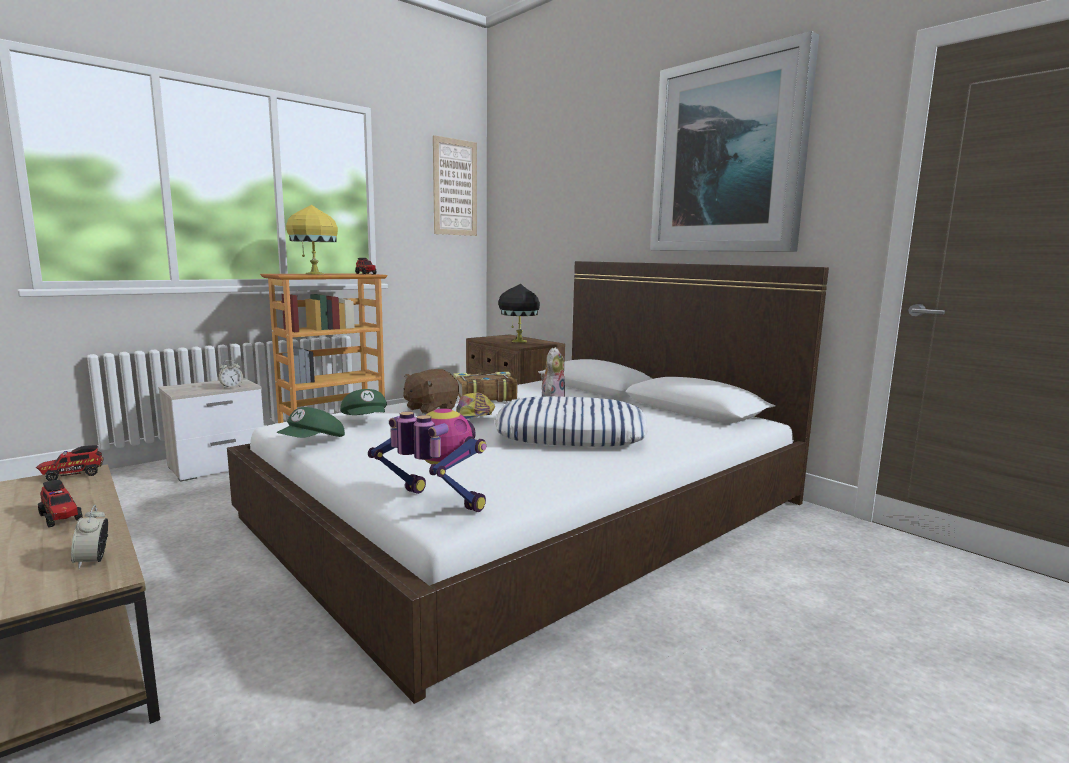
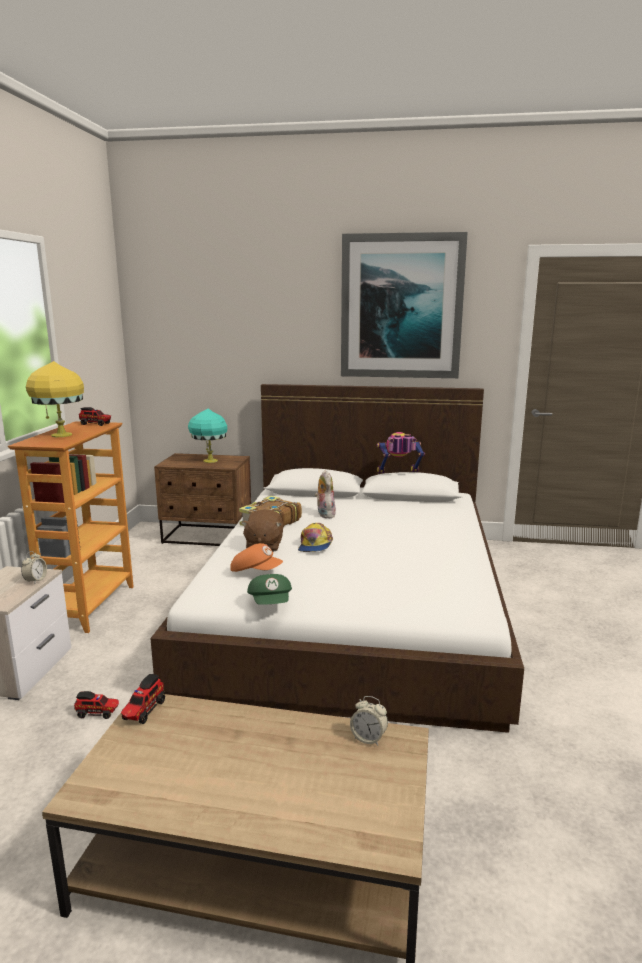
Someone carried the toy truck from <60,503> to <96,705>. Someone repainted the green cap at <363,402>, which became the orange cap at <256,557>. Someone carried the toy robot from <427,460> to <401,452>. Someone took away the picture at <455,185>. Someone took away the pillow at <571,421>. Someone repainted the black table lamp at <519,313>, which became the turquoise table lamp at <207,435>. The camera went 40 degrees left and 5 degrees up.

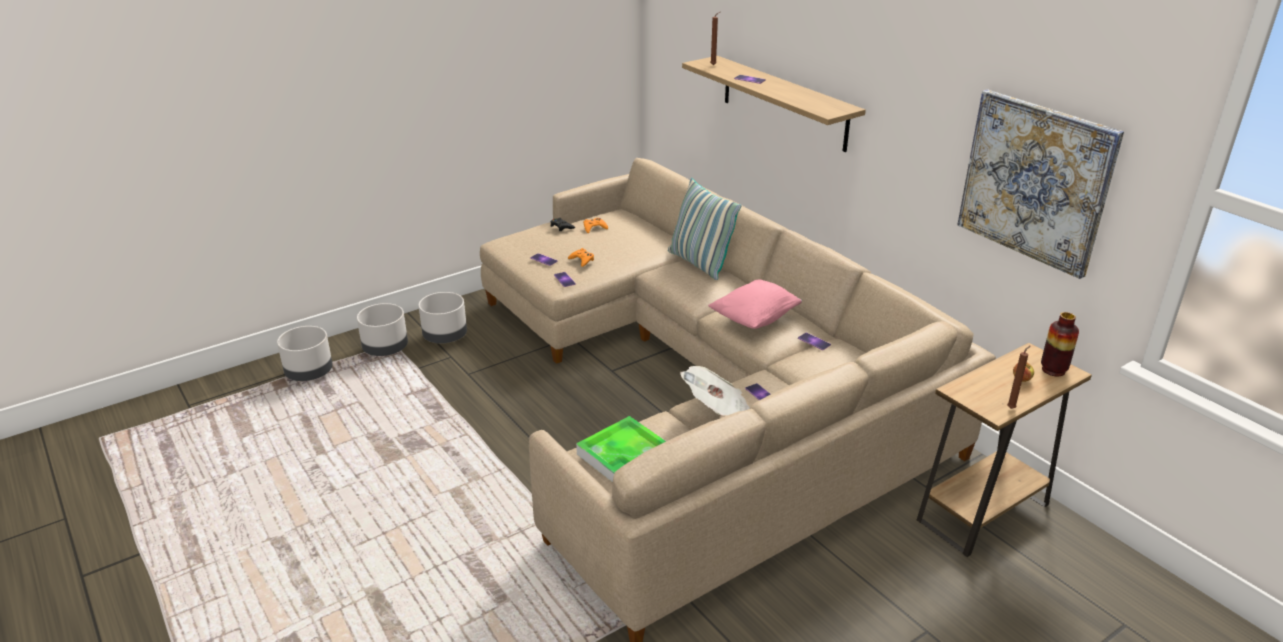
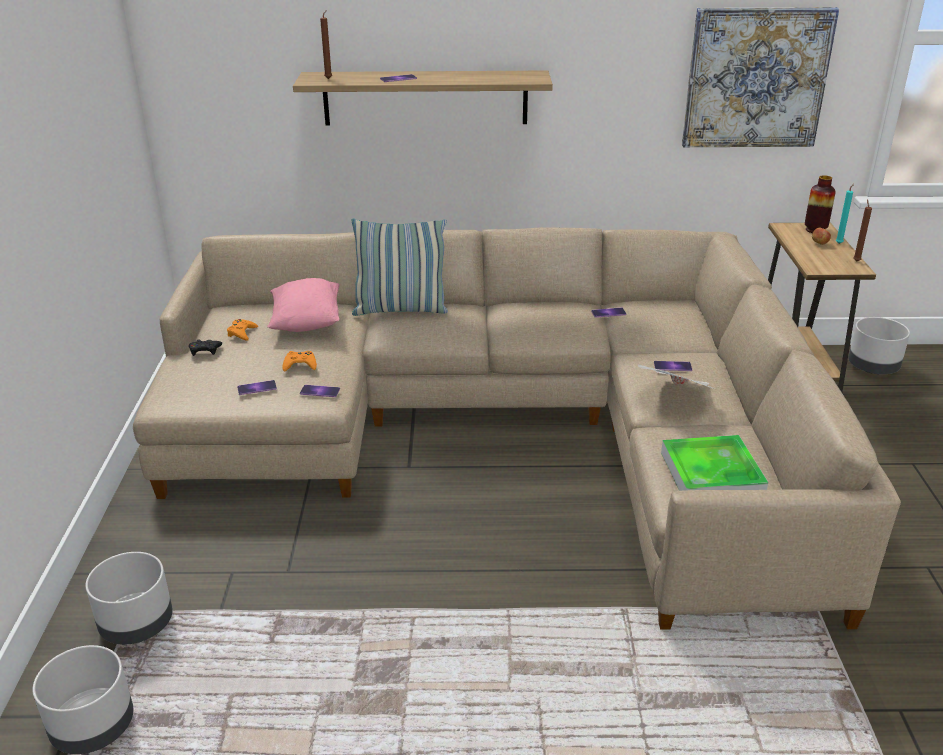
Someone carried the grey planter from <442,317> to <879,345>. Someone carried the pink pillow from <755,304> to <303,305>. Someone put down the turquoise candle at <845,214>. The camera went 55 degrees left and 0 degrees up.

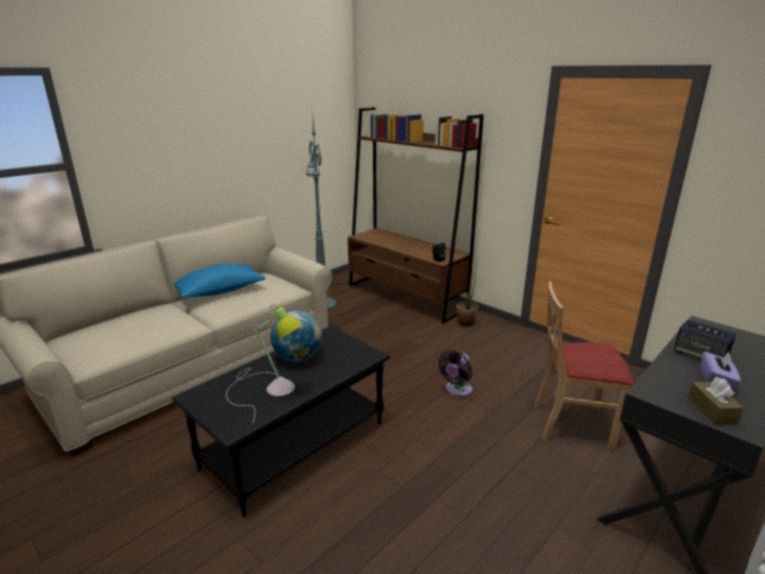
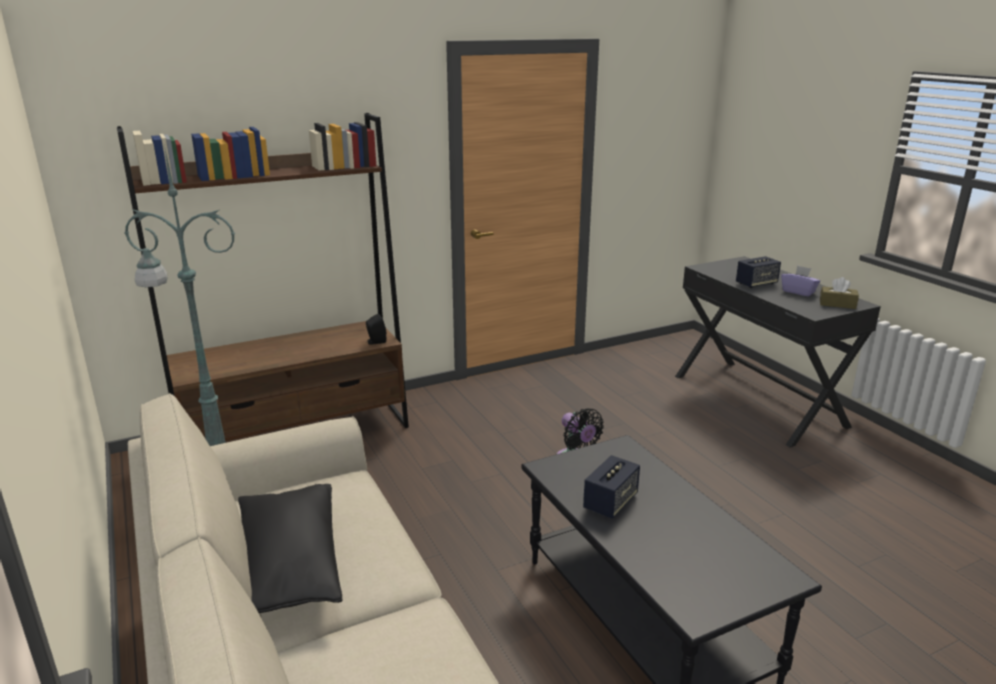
Someone repainted the blue pillow at <219,281>, which became the black pillow at <290,548>. Someone took away the table lamp at <264,363>. Someone swapped the globe at <296,336> for the speaker at <611,487>. Someone took away the potted plant at <467,294>. Someone took away the beige chair at <584,365>. The camera went 70 degrees left and 0 degrees up.

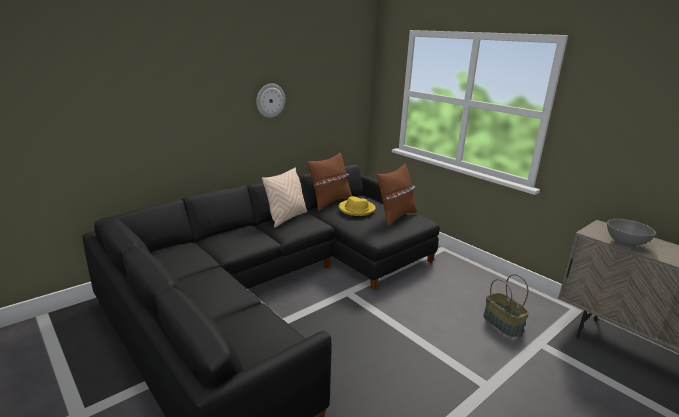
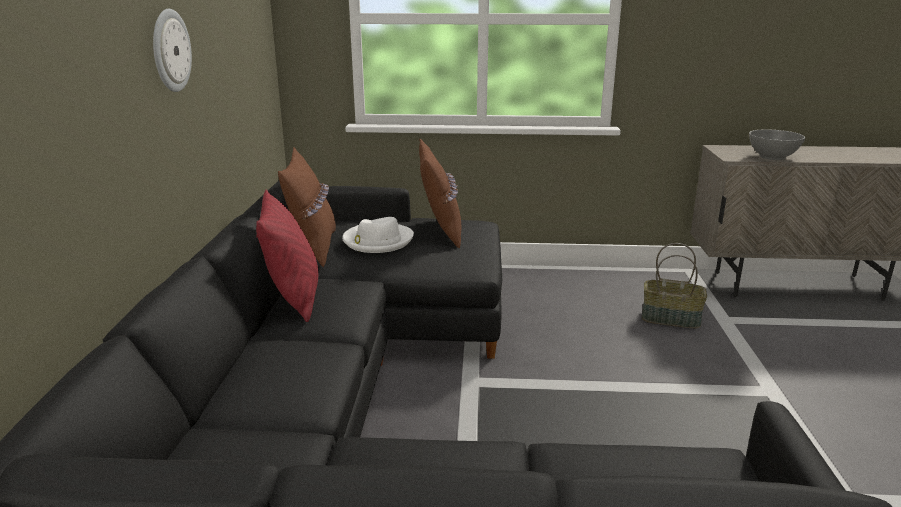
Someone repainted the beige pillow at <284,197>, which became the red pillow at <287,255>. Someone repainted the yellow hat at <357,206>, which became the white hat at <378,235>. The camera went 45 degrees left and 0 degrees up.

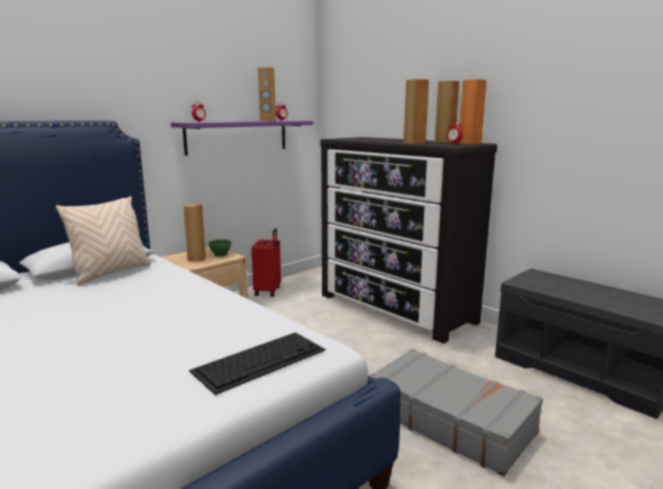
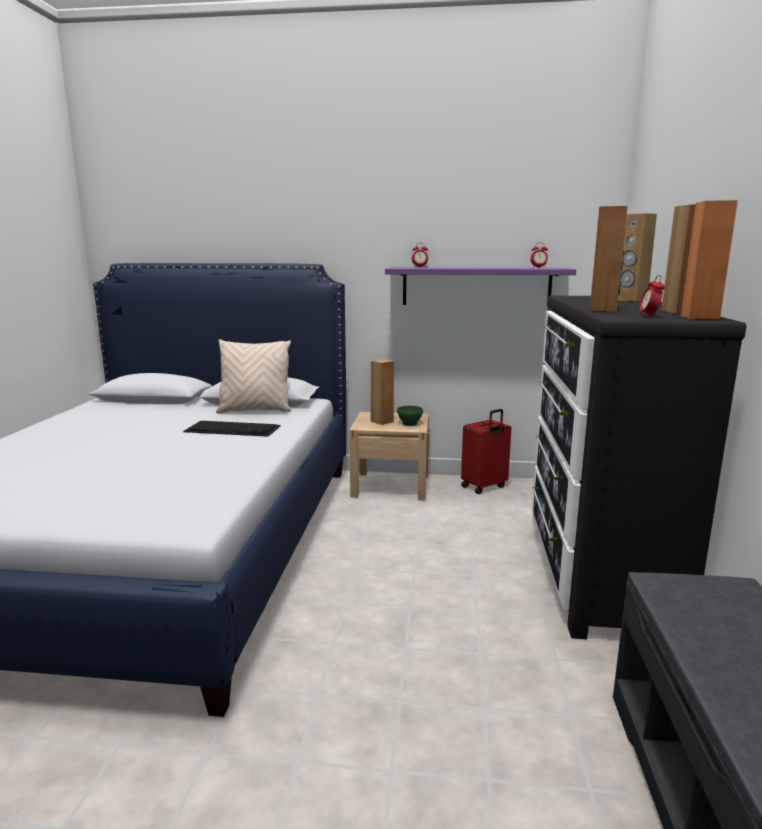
Someone carried the keyboard from <257,363> to <232,429>. Someone carried the brown speaker from <267,94> to <637,257>. Someone took away the grey suitcase at <456,412>. The camera went 50 degrees right and 0 degrees up.

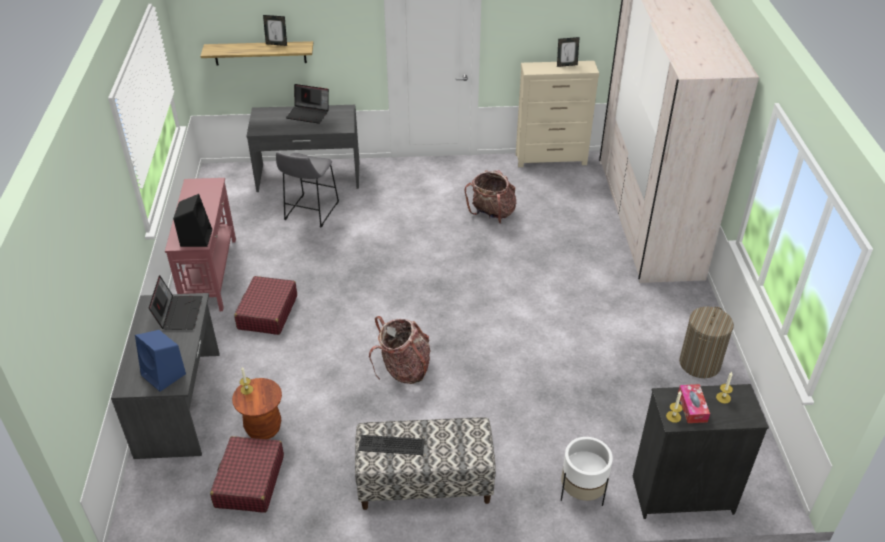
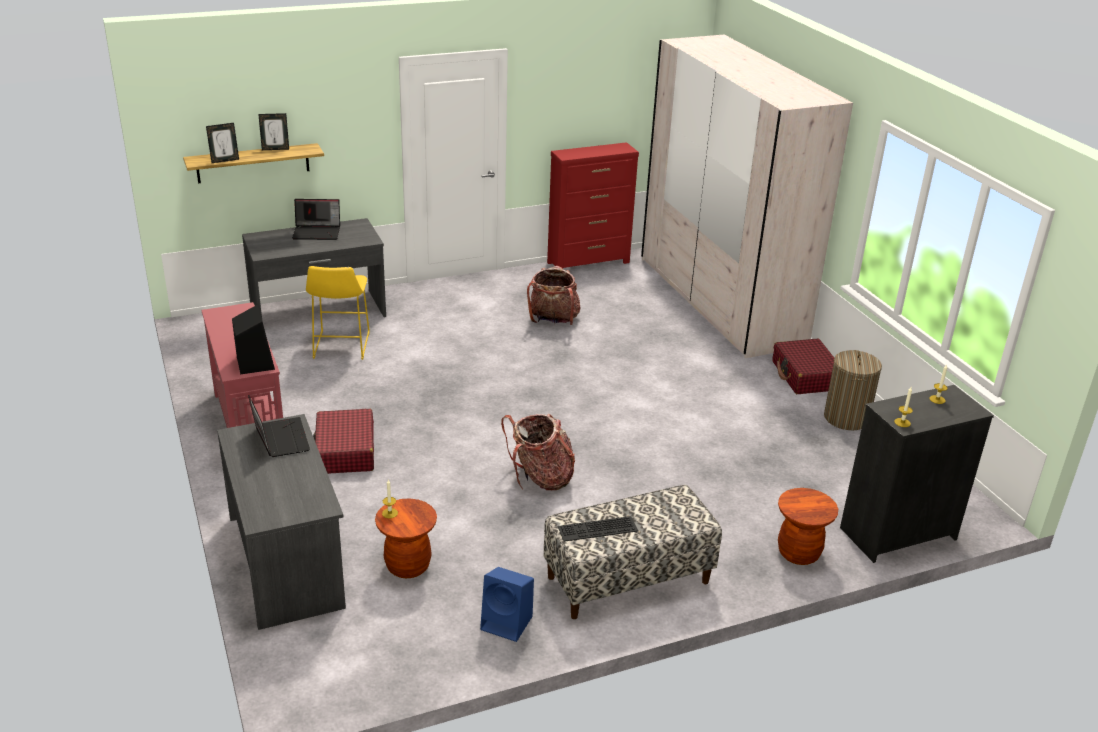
Someone carried the blue speaker from <160,361> to <507,604>. Someone carried the red suitcase from <247,474> to <803,366>. Someone repainted the grey stool at <307,190>, which became the yellow stool at <338,313>. Someone repainted the beige dresser at <557,114>, which became the red dresser at <593,205>. Someone carried the picture frame from <568,52> to <222,143>. Someone swapped the white planter at <587,471> for the brown stool at <808,526>. Someone took away the tissue box at <694,403>. The camera went 20 degrees left and 10 degrees down.

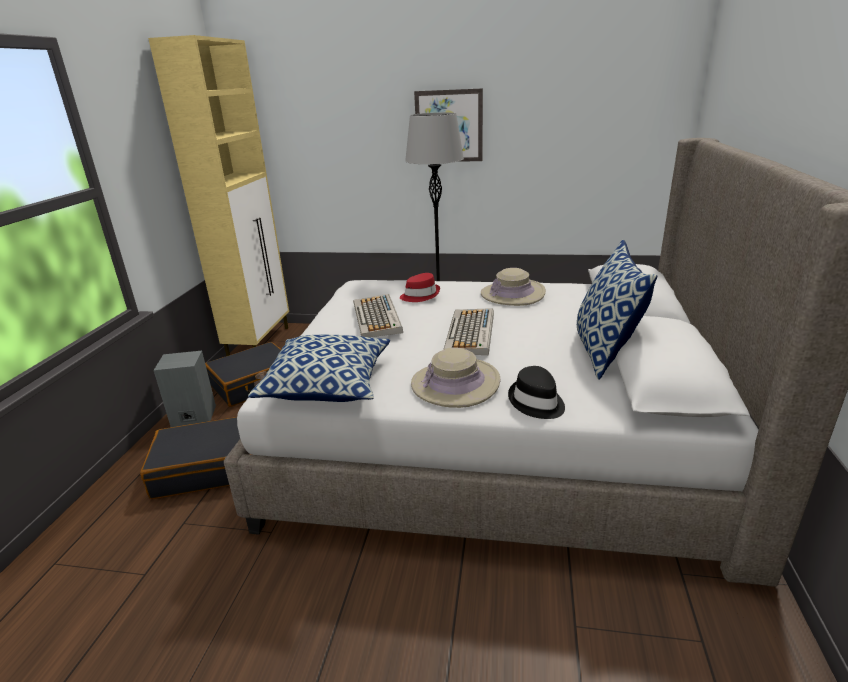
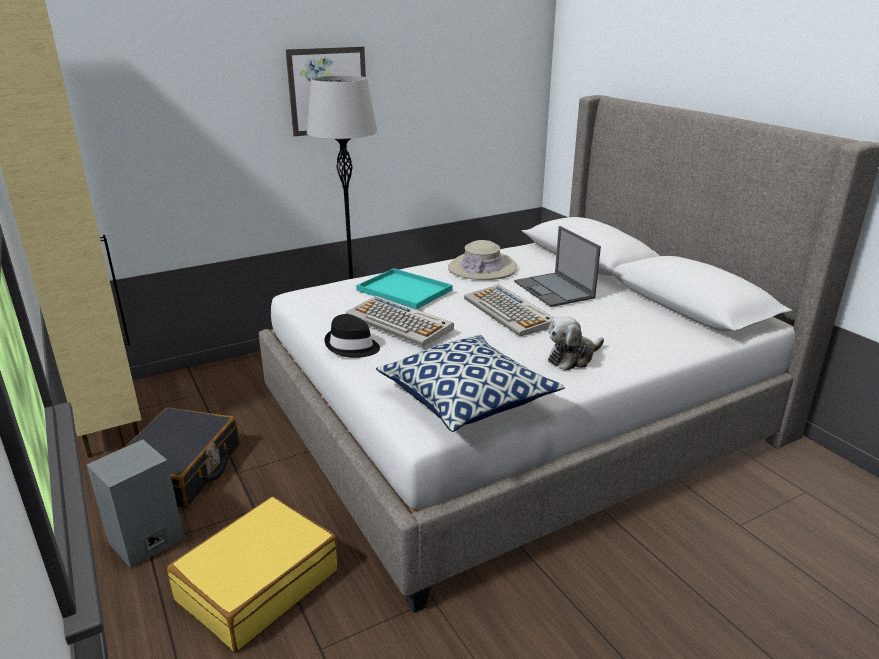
Someone repainted the black suitcase at <190,458>, which became the yellow suitcase at <252,574>. Someone swapped the red hat at <420,287> for the turquoise tray at <404,289>. Someone swapped the beige hat at <455,377> for the plush toy at <576,343>. Someone carried the black hat from <536,392> to <352,336>. Someone took away the pillow at <617,310>. Someone put down the laptop at <557,266>. The camera went 40 degrees left and 0 degrees up.

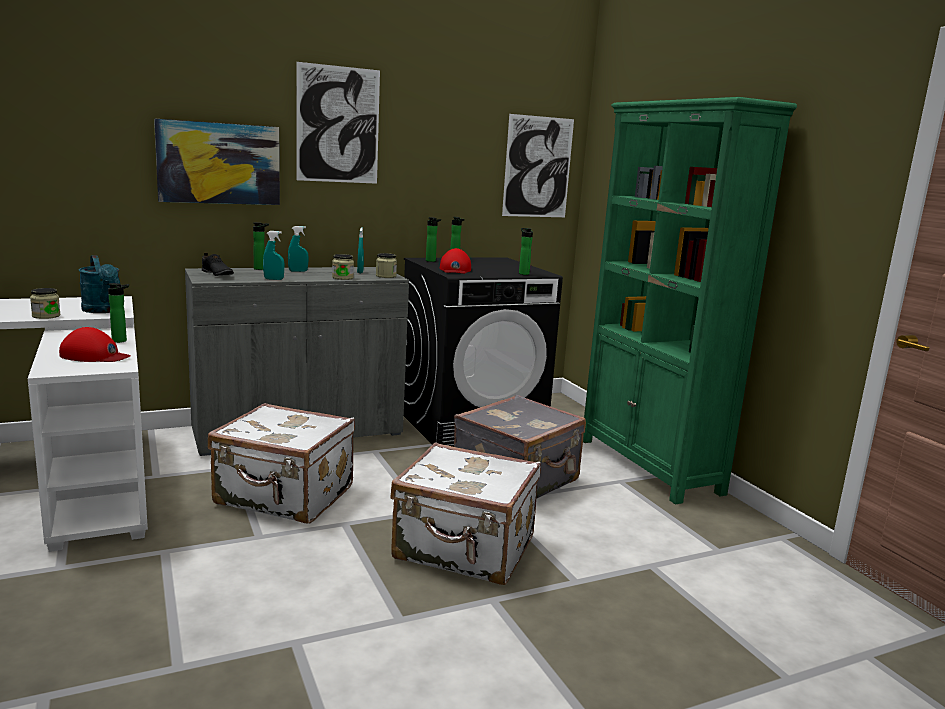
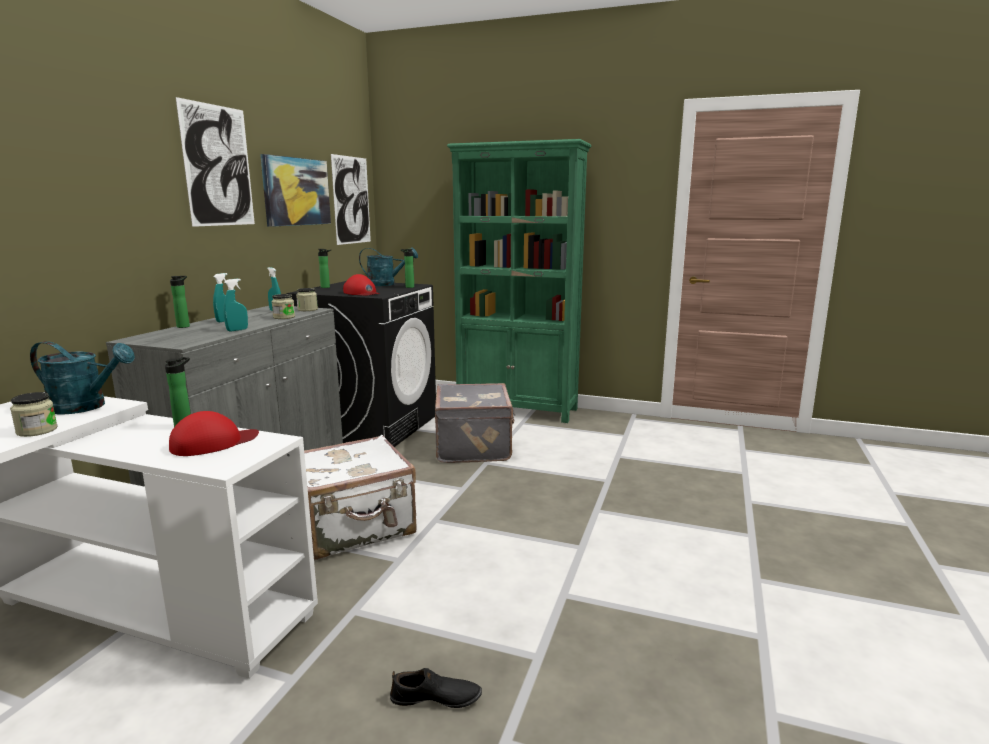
Someone carried the picture from <217,161> to <295,190>. Someone carried the black shoe from <218,264> to <436,688>. Someone took away the white suitcase at <465,513>. Someone took away the bottle at <433,239>. Someone put down the turquoise watering can at <388,267>. The camera went 45 degrees left and 0 degrees up.

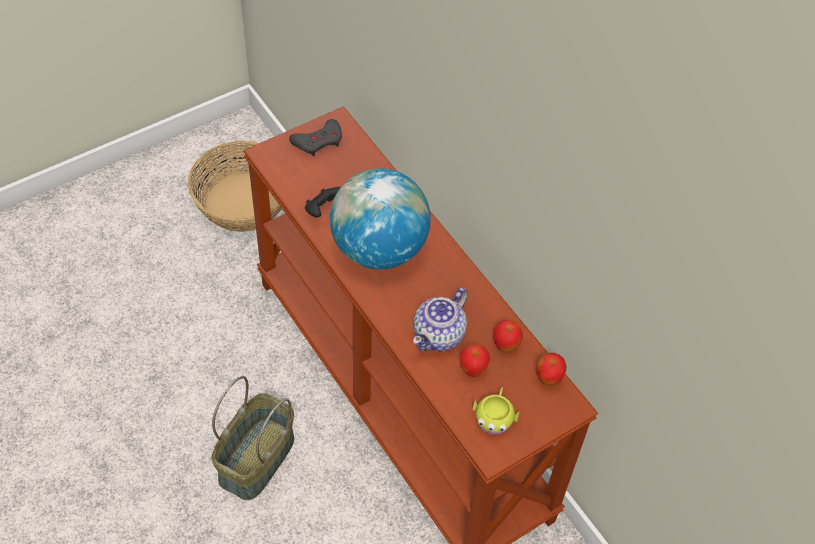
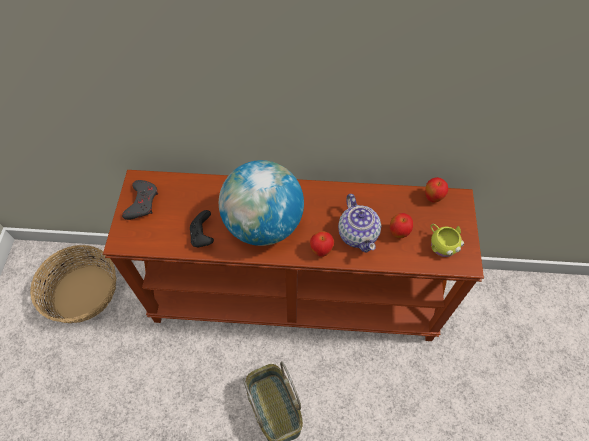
Someone carried the apple from <508,336> to <322,244>. The camera went 50 degrees left and 5 degrees up.

